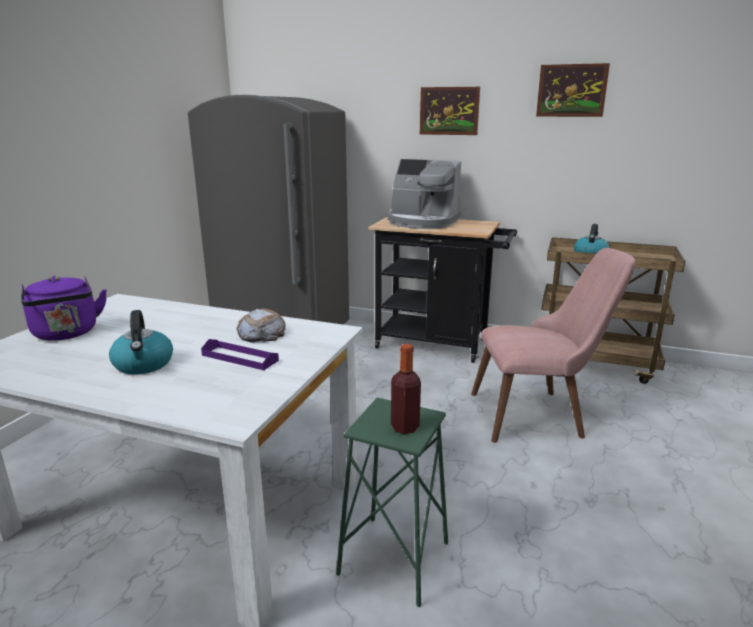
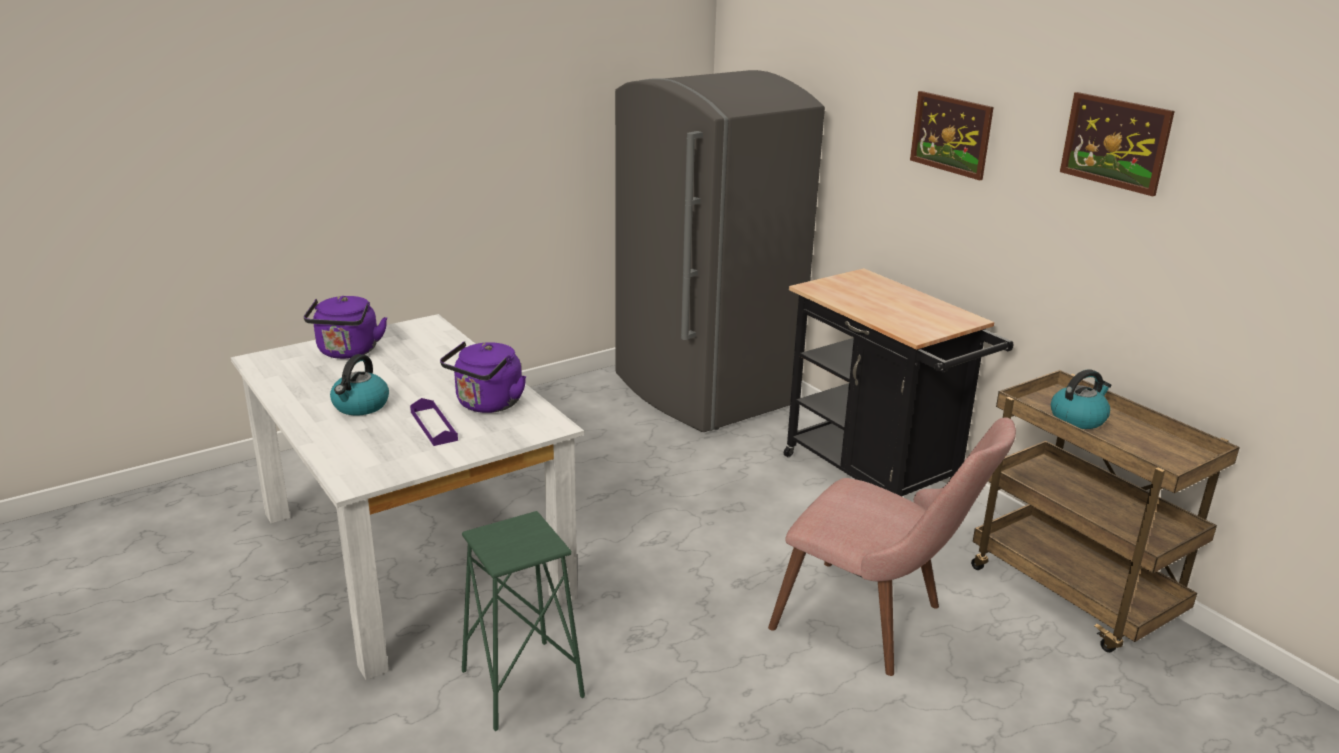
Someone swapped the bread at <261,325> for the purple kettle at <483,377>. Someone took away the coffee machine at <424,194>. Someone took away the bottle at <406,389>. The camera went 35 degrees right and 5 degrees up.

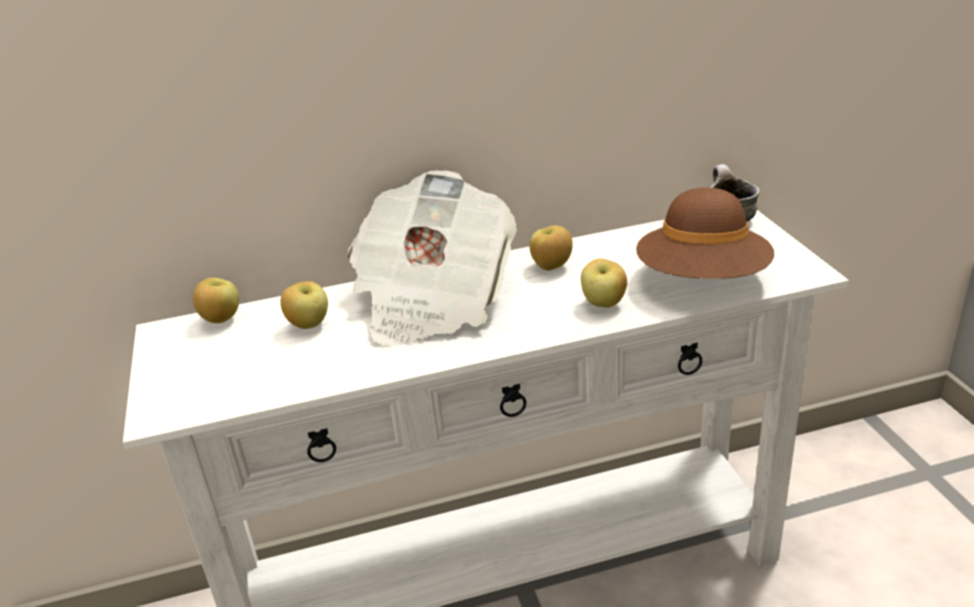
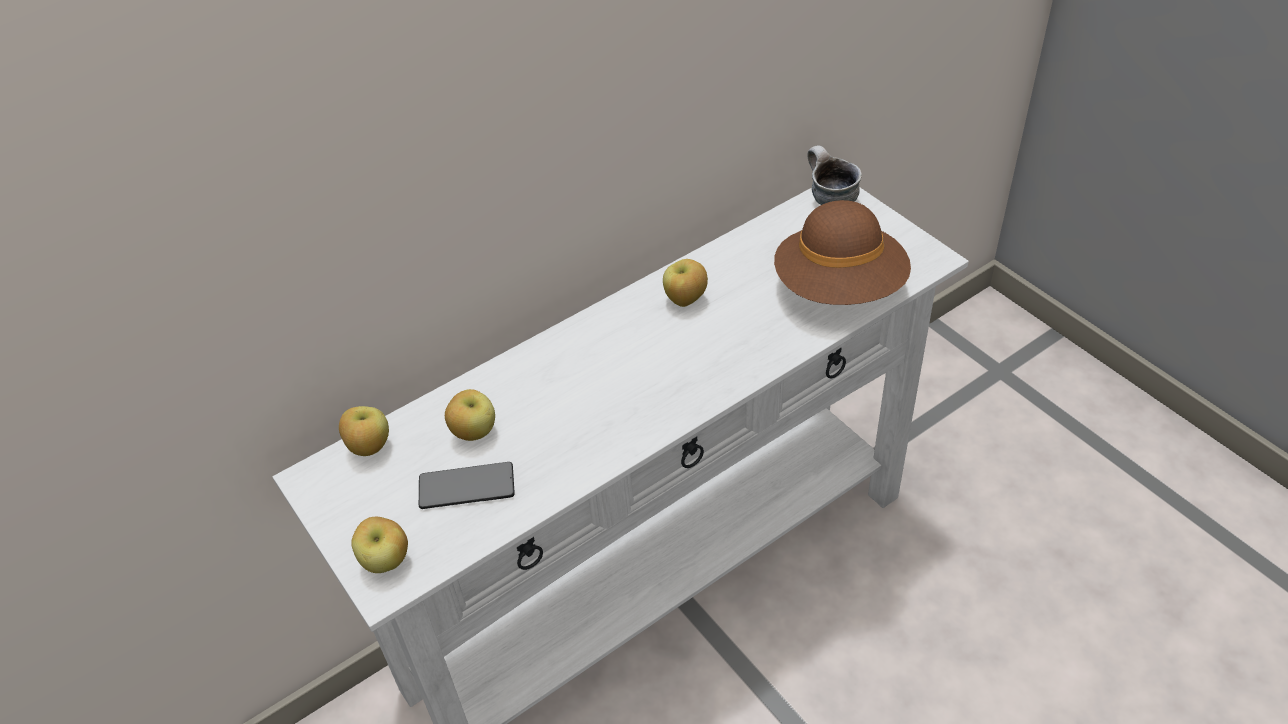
Someone took away the newspaper at <432,258>. Someone carried the apple from <604,283> to <379,545>. Someone put down the phone at <467,485>. The camera went 20 degrees left and 15 degrees up.

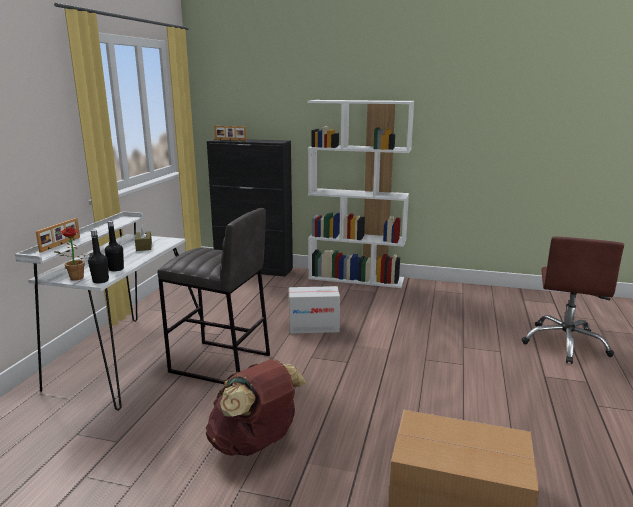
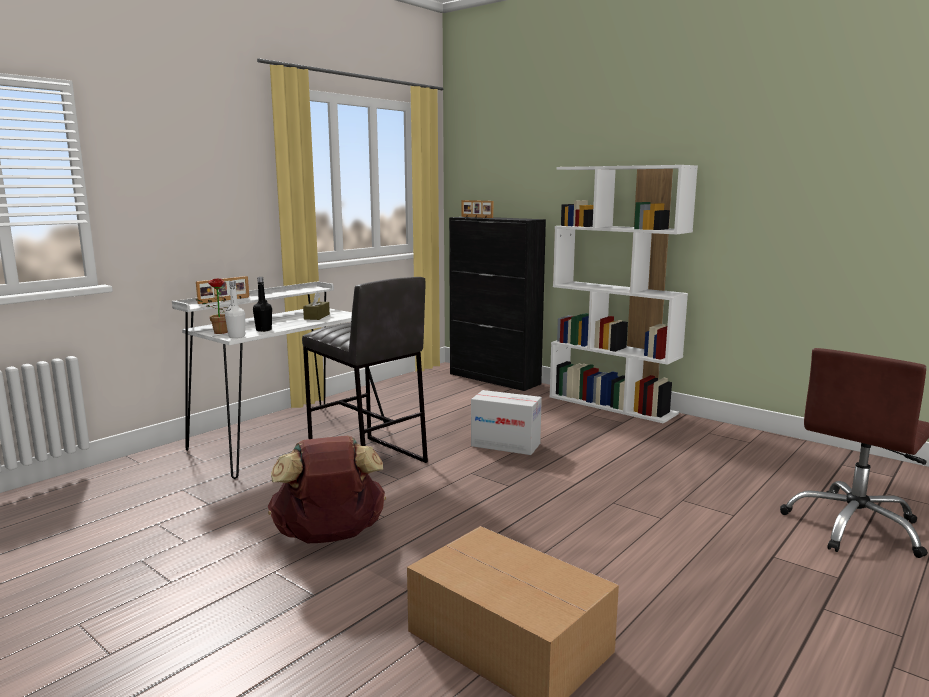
Someone repainted the black bottle at <98,257>, which became the white bottle at <235,309>. The camera went 25 degrees right and 5 degrees down.

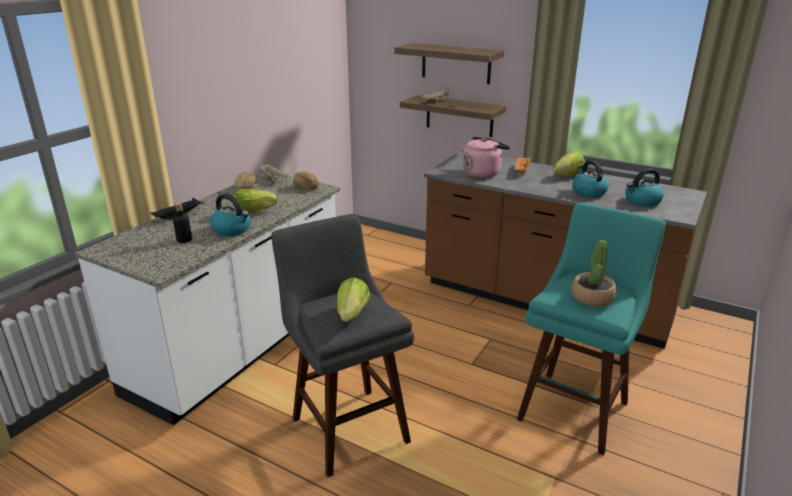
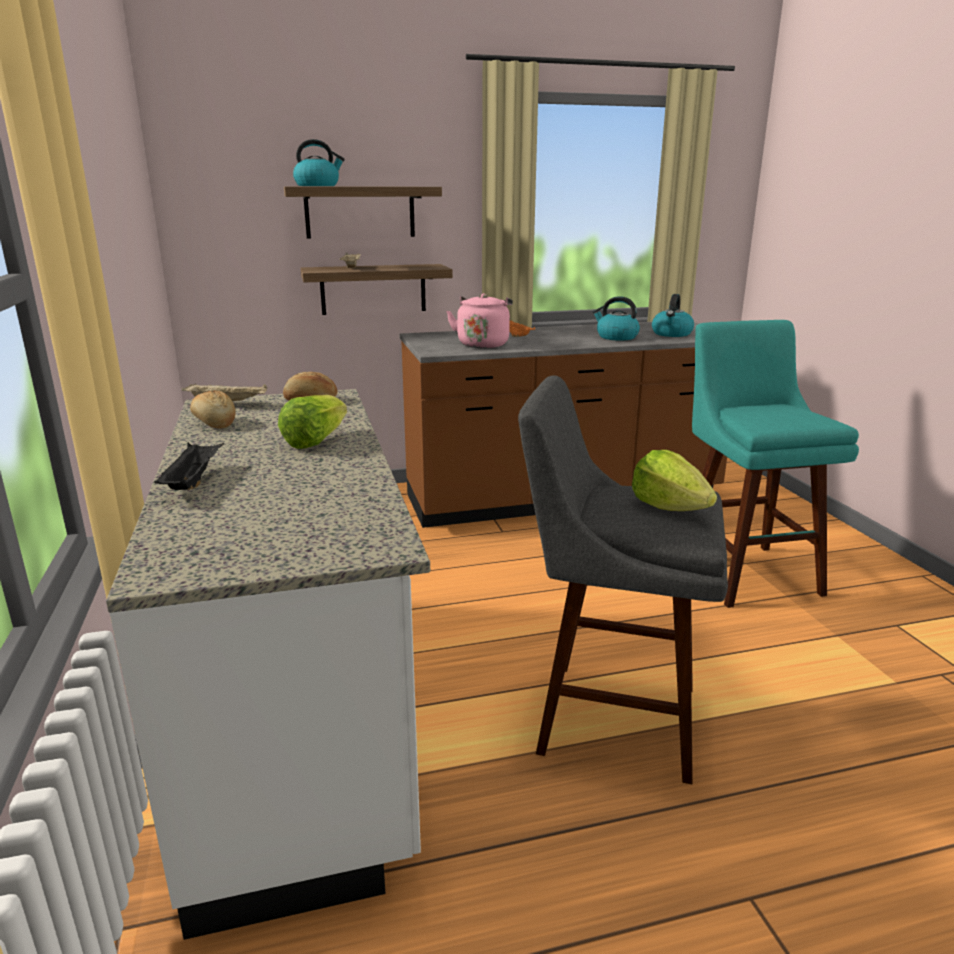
Someone took away the bottle at <182,223>. Someone carried the kettle from <230,215> to <319,162>. Someone took away the lettuce at <569,163>. Someone took away the potted plant at <593,273>. The camera went 45 degrees left and 5 degrees down.

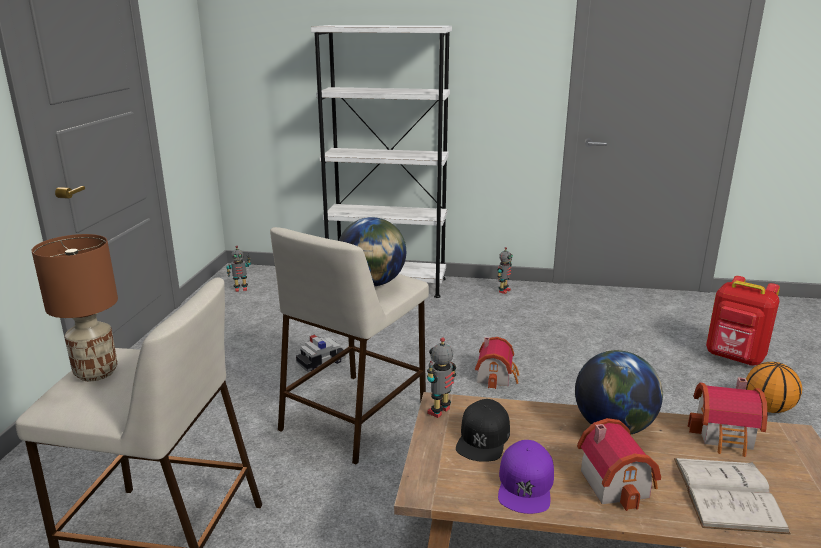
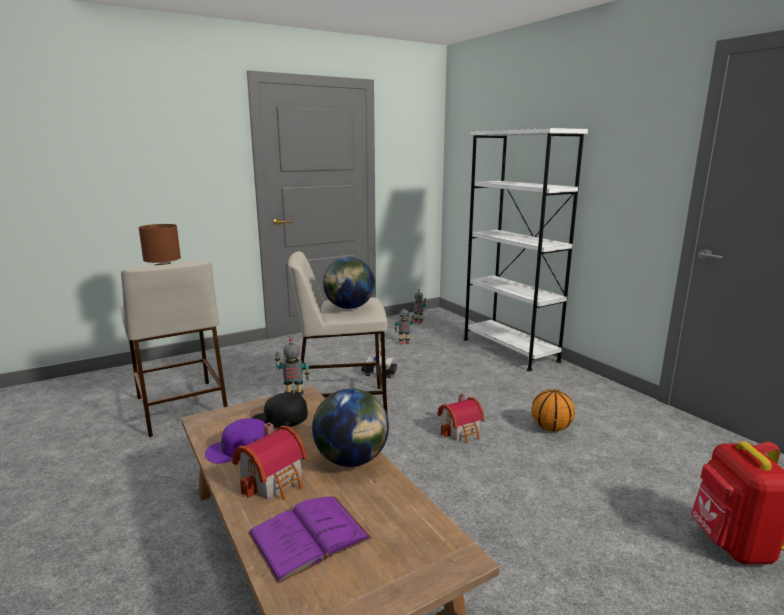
Someone carried the toy robot from <505,270> to <404,325>. Someone repainted the white book at <732,496>, which became the purple book at <309,540>. Someone took away the toy house at <728,417>. Someone carried the basketball from <774,387> to <553,410>. The camera went 50 degrees right and 5 degrees down.

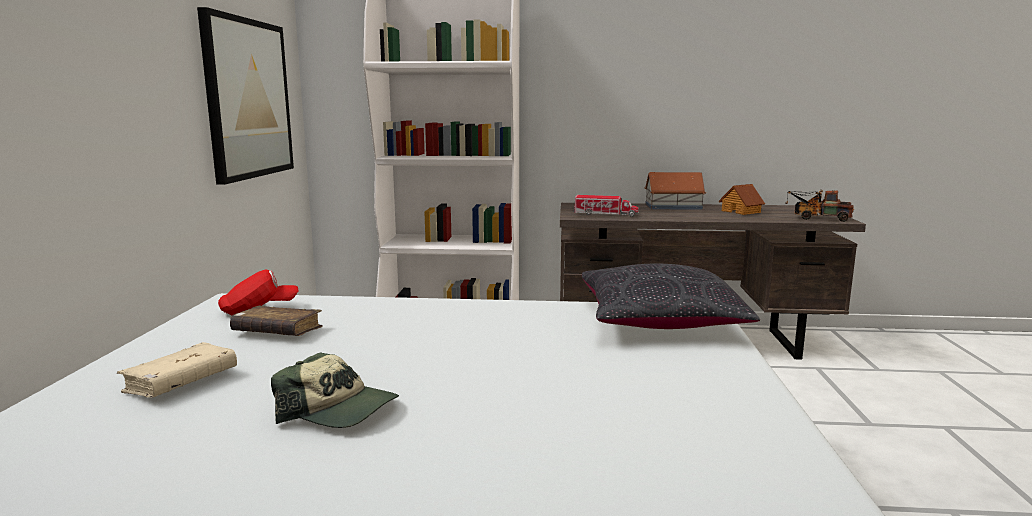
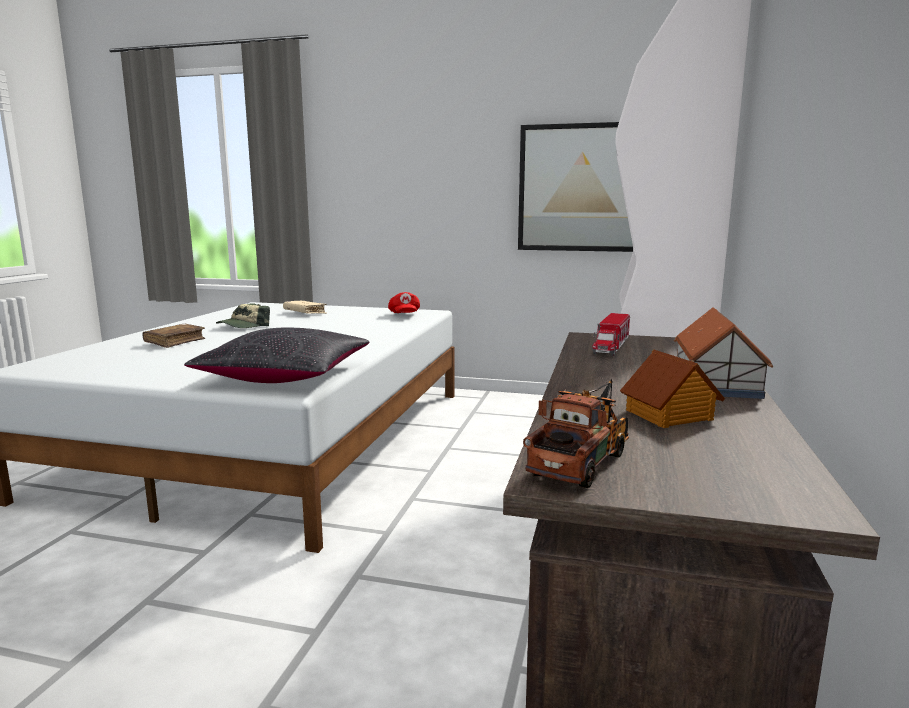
Someone carried the brown book from <276,321> to <173,336>. The camera went 100 degrees right and 0 degrees up.

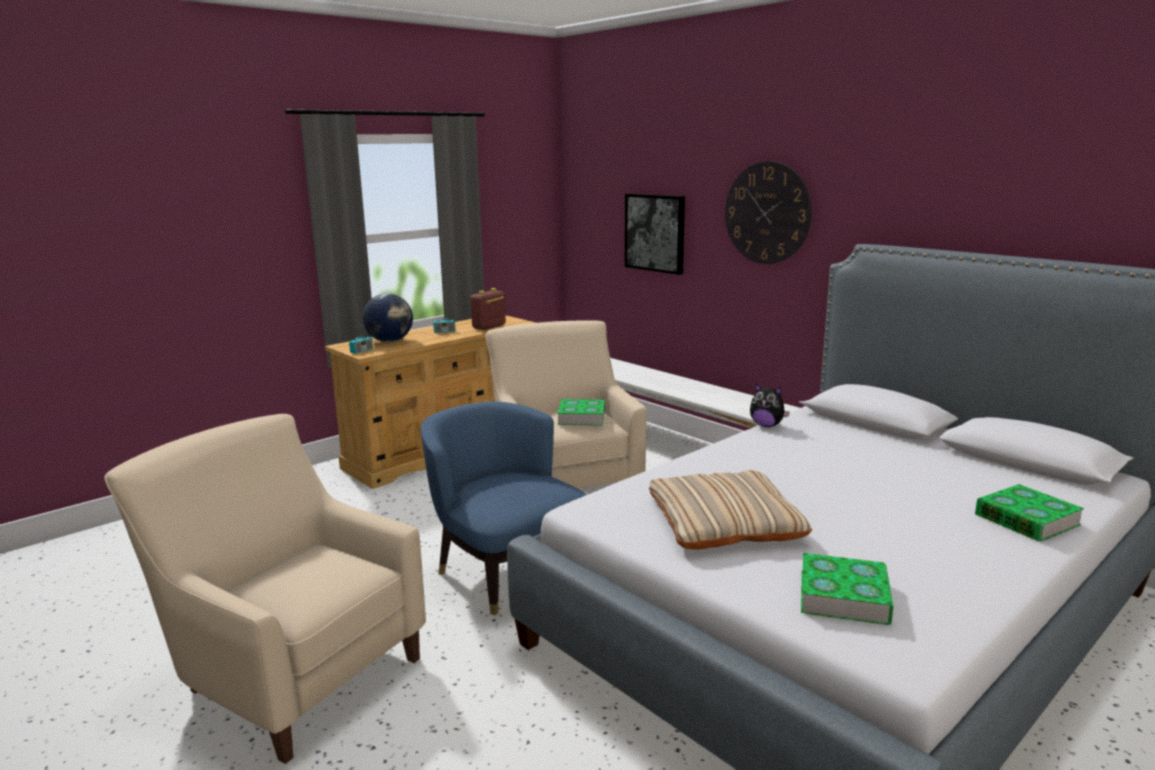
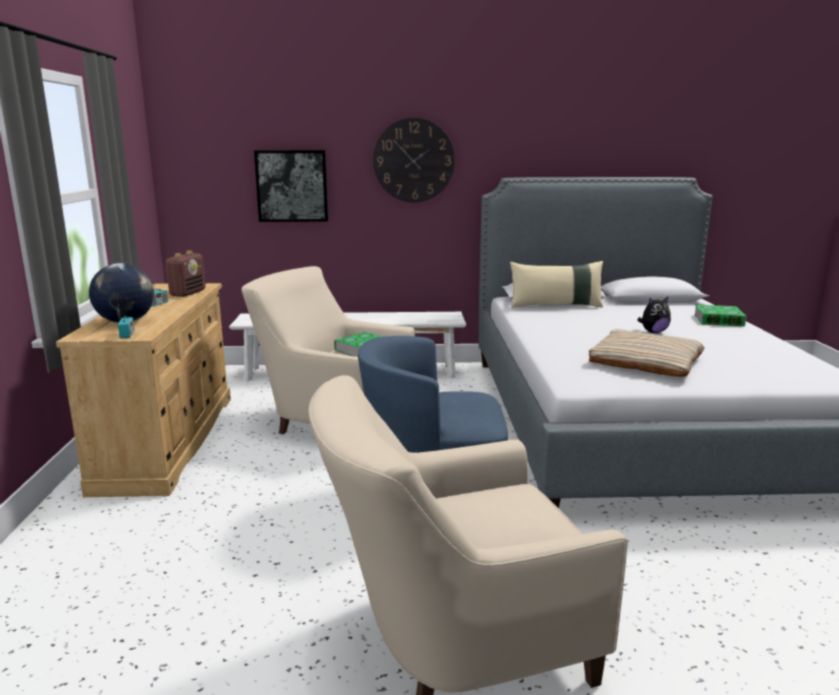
Someone rotated the radio at <488,309> by 150 degrees counterclockwise. Someone carried the plush toy from <770,405> to <654,315>. Someone took away the book at <847,589>. Someone put down the beige pillow at <556,284>. The camera went 50 degrees left and 0 degrees up.

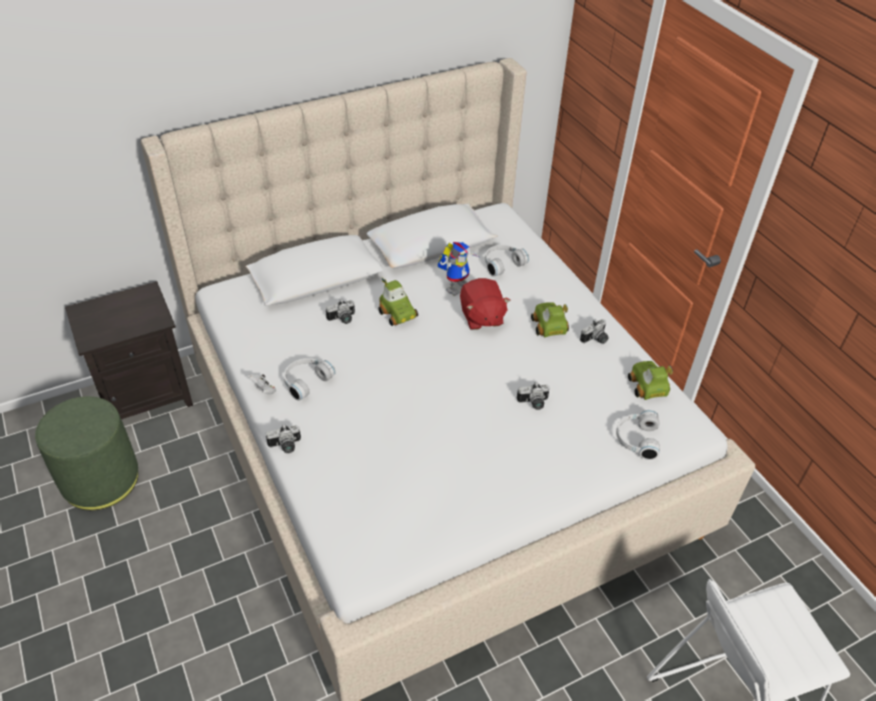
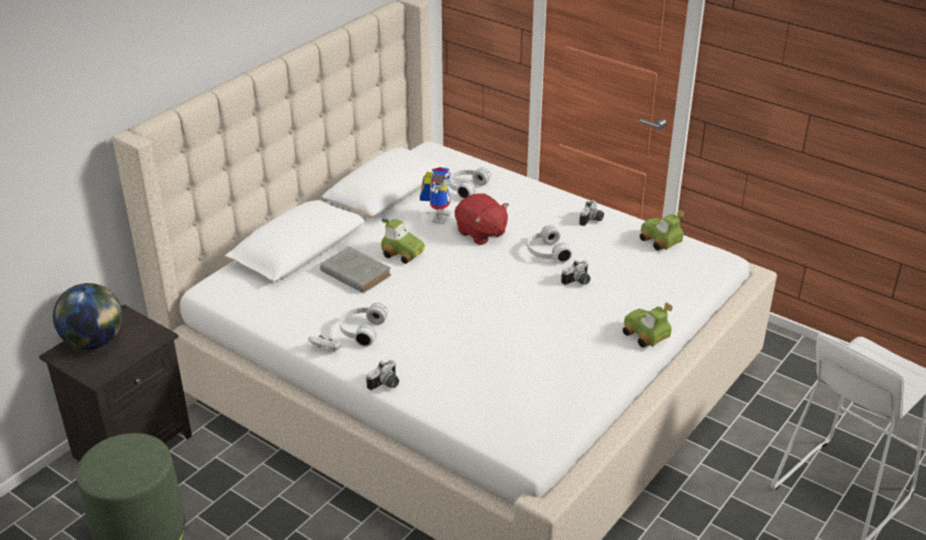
Someone swapped the photo camera at <340,312> for the grey book at <355,270>. Someone carried the toy car from <550,319> to <648,325>. Someone carried the white headphones from <638,435> to <550,244>. Someone put down the globe at <87,316>. The camera went 25 degrees left and 10 degrees down.

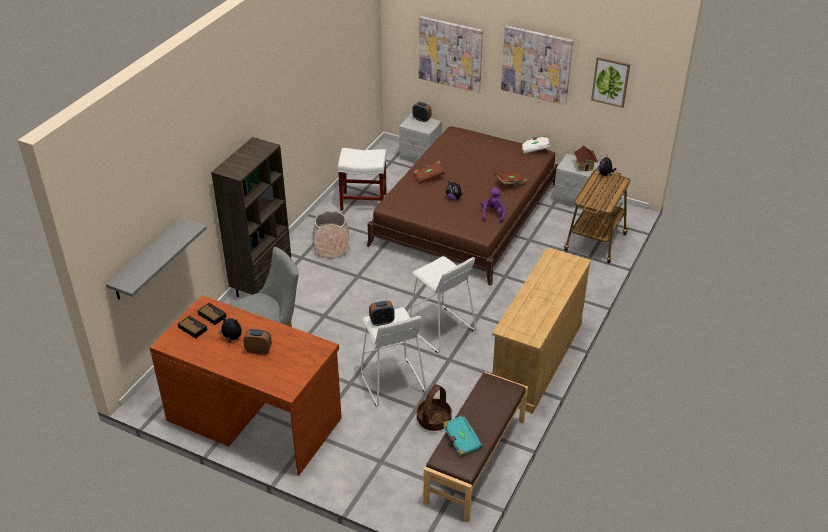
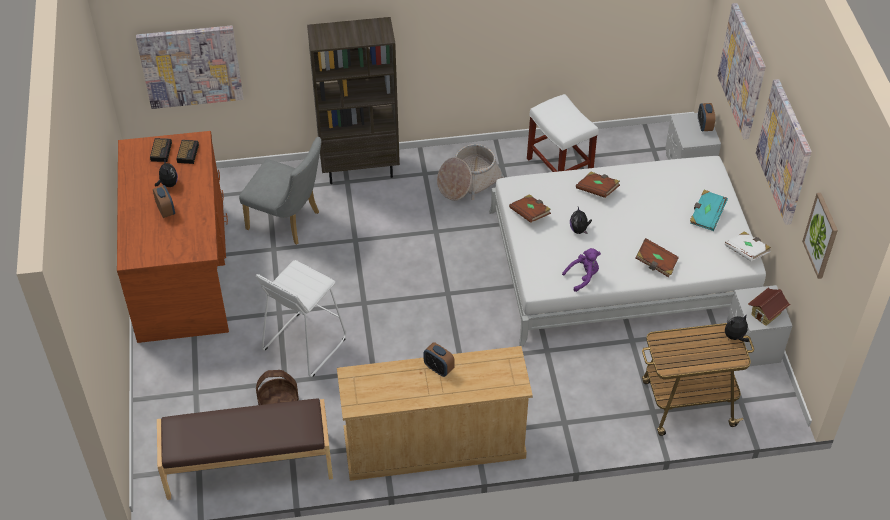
Someone swapped the grey shelf at <156,259> for the picture at <190,67>. Someone repainted the brown bed at <462,206>, which became the white bed at <627,251>. Someone carried the alarm clock from <382,313> to <439,359>. Someone took away the white stool at <443,304>. Someone carried the turquoise book from <462,435> to <709,210>. Someone put down the brown book at <530,208>. The camera went 55 degrees right and 10 degrees up.

